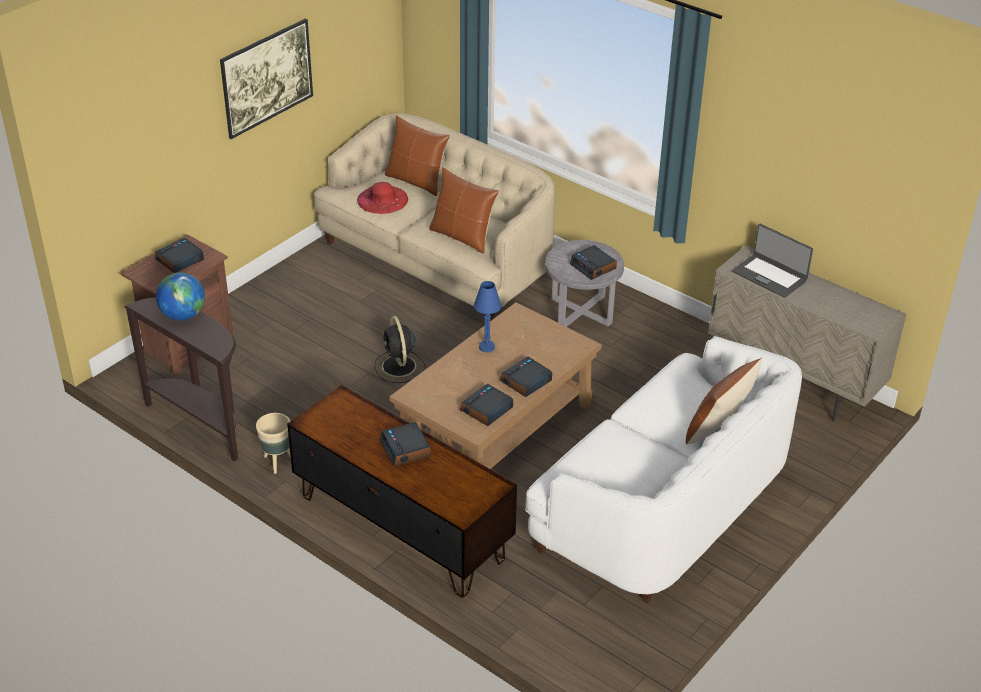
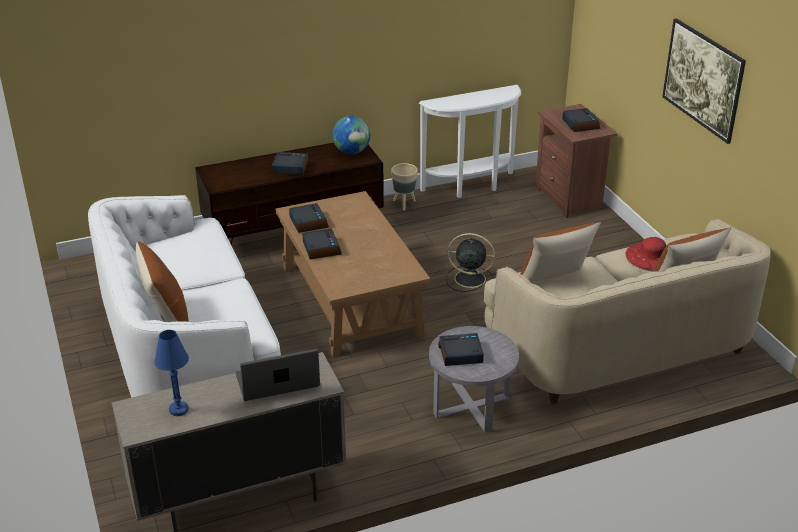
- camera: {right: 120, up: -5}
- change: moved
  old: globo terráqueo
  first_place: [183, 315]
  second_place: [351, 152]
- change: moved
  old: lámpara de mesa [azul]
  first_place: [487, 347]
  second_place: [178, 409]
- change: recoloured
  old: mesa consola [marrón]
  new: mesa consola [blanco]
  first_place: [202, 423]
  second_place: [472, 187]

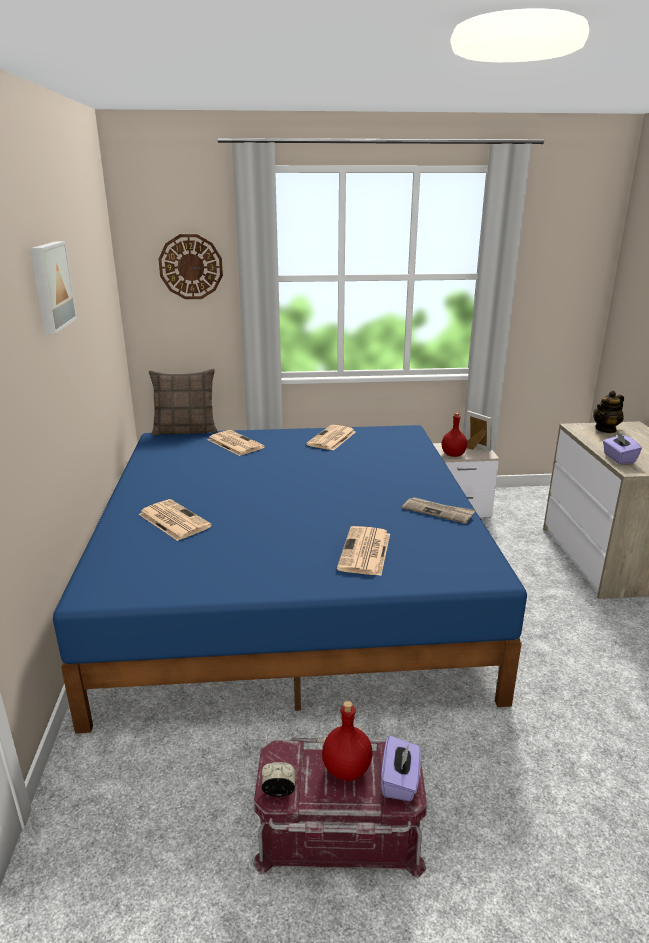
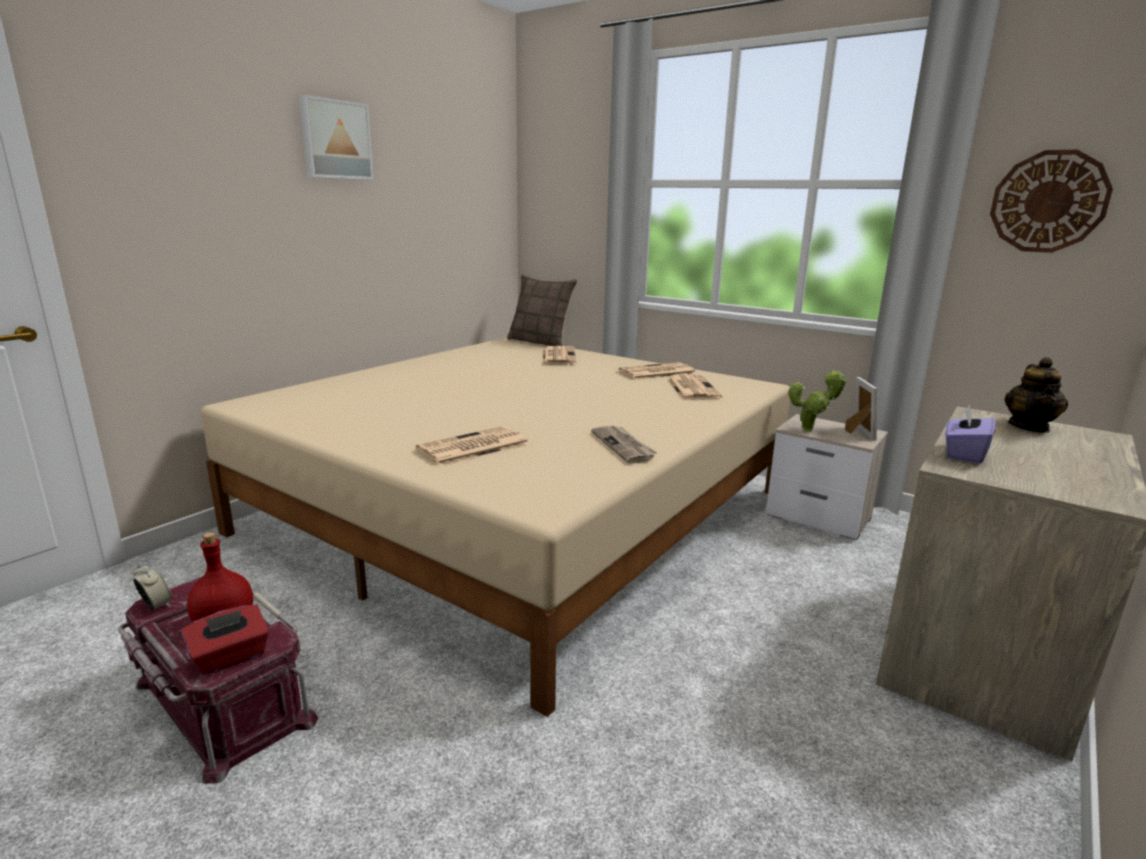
- camera: {right: 40, up: -5}
- change: moved
  old: periódico
  first_place: [173, 520]
  second_place: [691, 388]
- change: moved
  old: reloj de pared
  first_place: [191, 267]
  second_place: [1048, 202]
- change: replaced
  old: botella [rojo]
  new: planta en maceta
  first_place: [452, 454]
  second_place: [811, 430]
- change: recoloured
  old: cama [azul]
  new: cama [beis]
  first_place: [291, 587]
  second_place: [521, 512]
- change: recoloured
  old: caja de pañuelos [morado]
  new: caja de pañuelos [rojo]
  first_place: [400, 781]
  second_place: [230, 657]
- change: turned
  old: tetera
  first_place: [606, 429]
  second_place: [1029, 427]
  degrees: -75

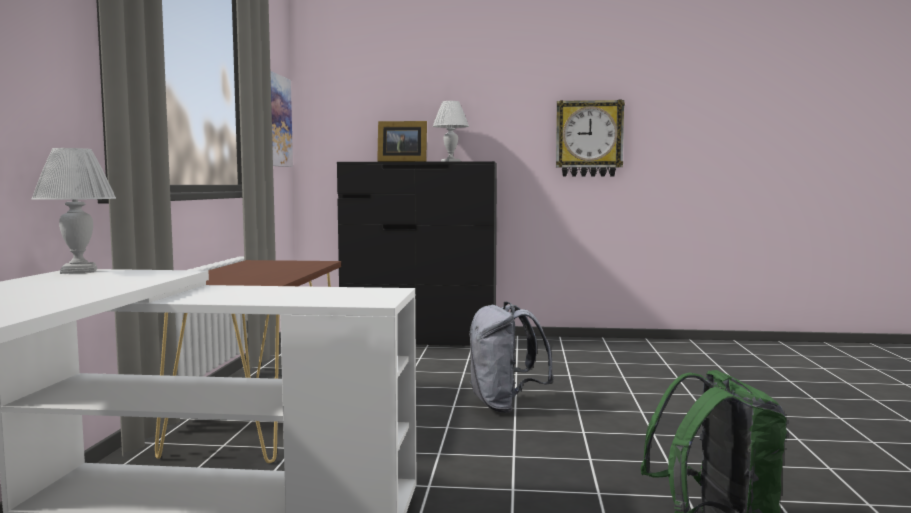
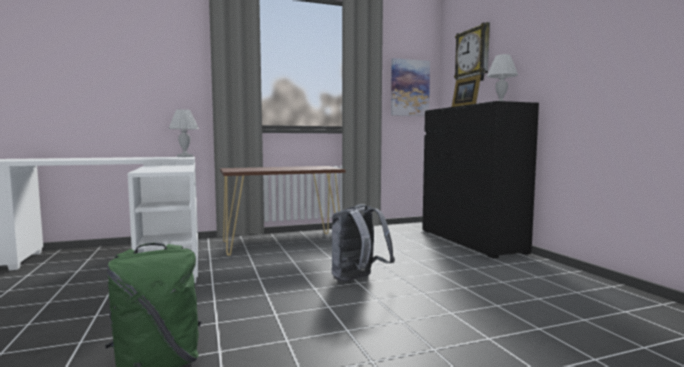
- camera: {right: 65, up: 0}
- change: moved
  old: reloj de pared
  first_place: [589, 139]
  second_place: [473, 56]

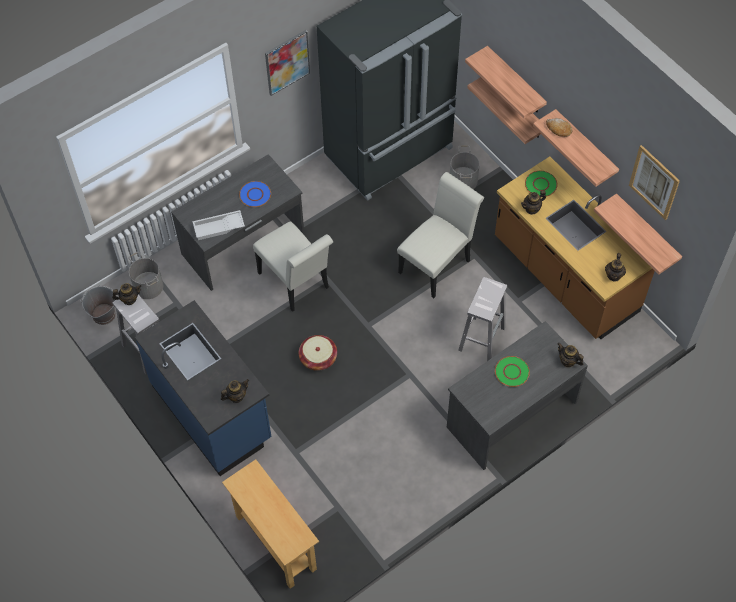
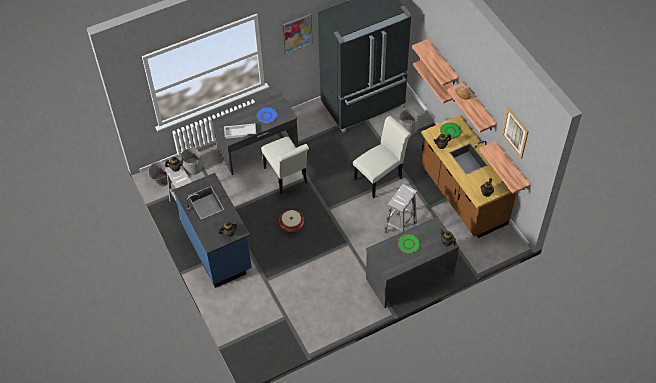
- camera: {right: 10, up: -5}
- change: removed
  old: mesa consola [beis]
  first_place: [276, 542]

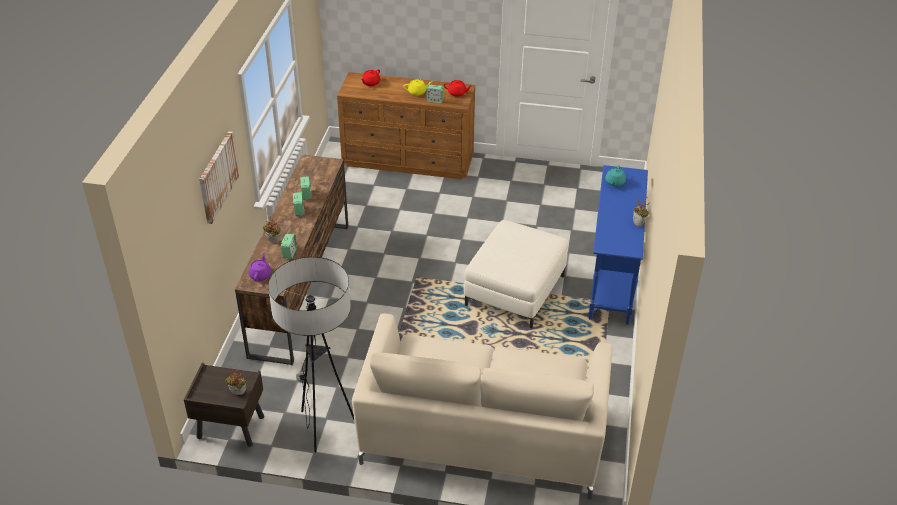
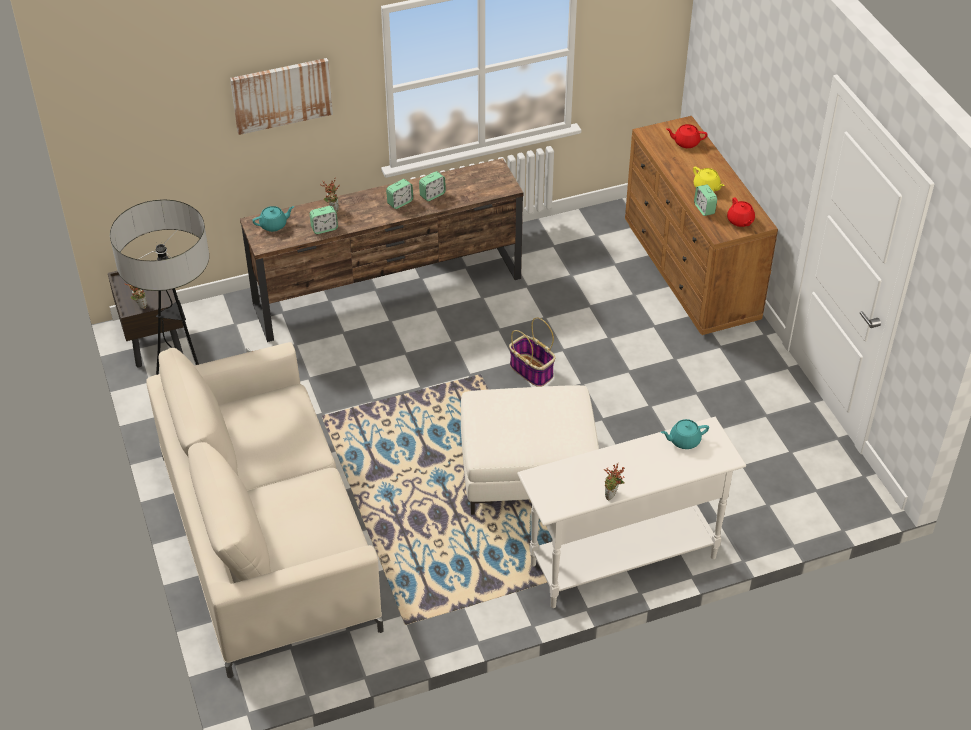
- camera: {right: 60, up: 5}
- change: added
  new: cesta
  second_place: [532, 371]
- change: recoloured
  old: tetera [morado]
  new: tetera [turquesa]
  first_place: [260, 275]
  second_place: [274, 225]
- change: recoloured
  old: mesa consola [azul]
  new: mesa consola [blanco]
  first_place: [611, 282]
  second_place: [622, 560]

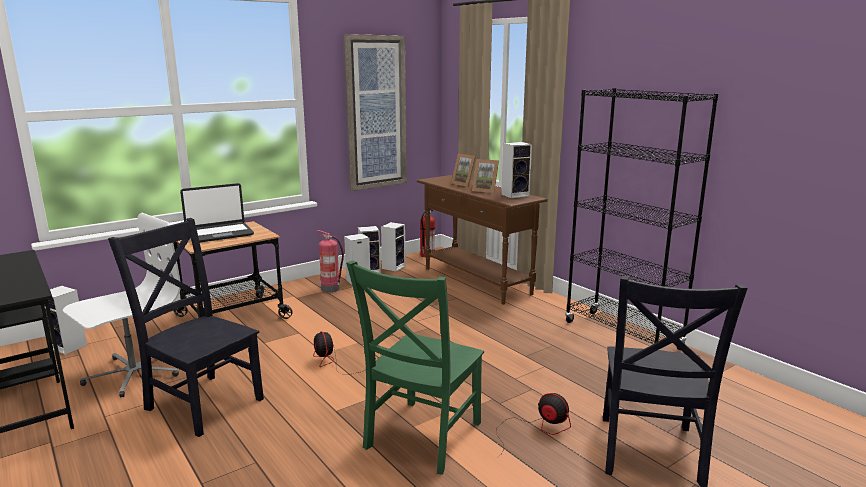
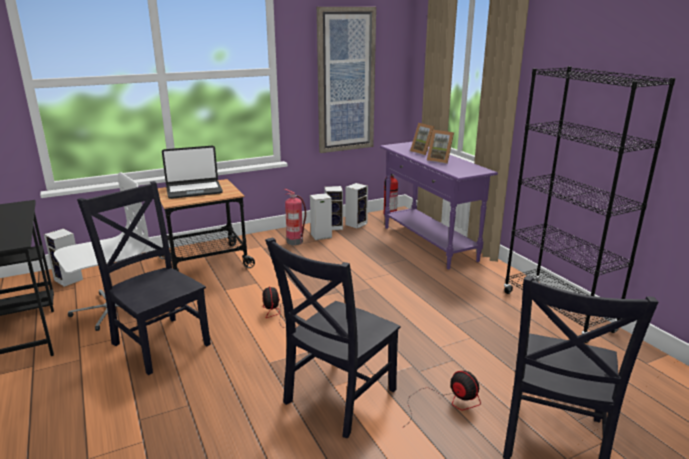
- camera: {right: 10, up: 5}
- change: removed
  old: altavoz
  first_place: [516, 195]
- change: recoloured
  old: silla [verde]
  new: silla [negro]
  first_place: [420, 438]
  second_place: [337, 398]
- change: recoloured
  old: mesa consola [marrón]
  new: mesa consola [morado]
  first_place: [476, 281]
  second_place: [429, 244]

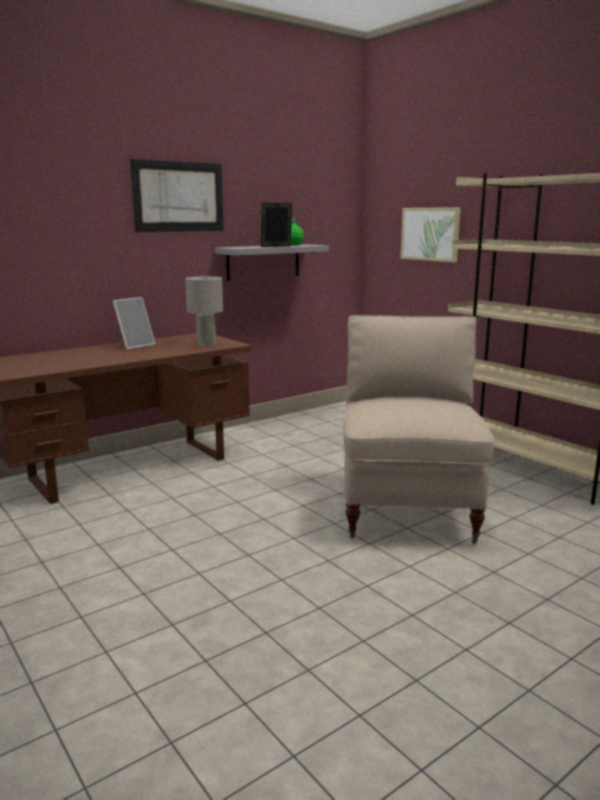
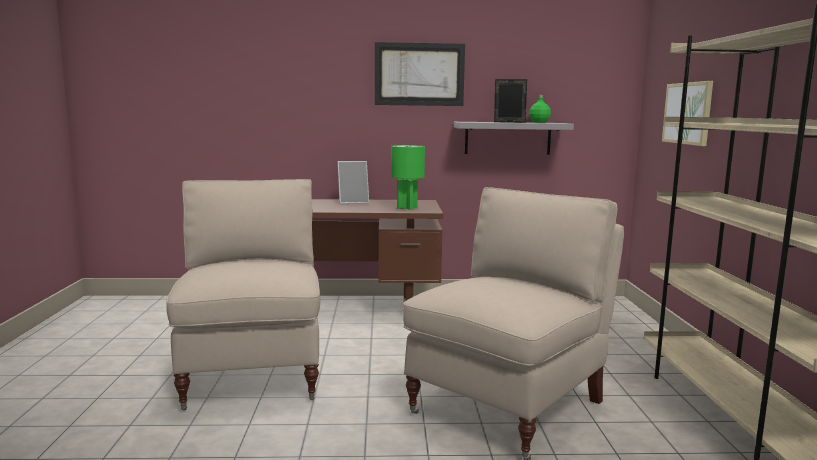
- camera: {right: 35, up: -5}
- change: added
  new: silla [beis]
  second_place: [253, 374]
- change: recoloured
  old: lámpara de mesa [gris]
  new: lámpara de mesa [verde]
  first_place: [206, 344]
  second_place: [407, 208]

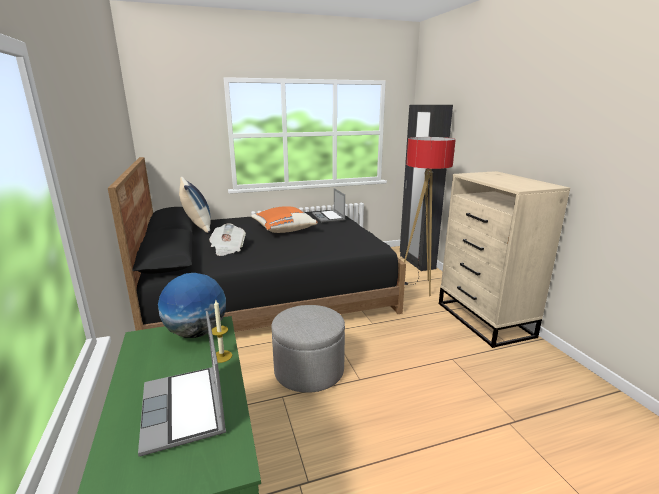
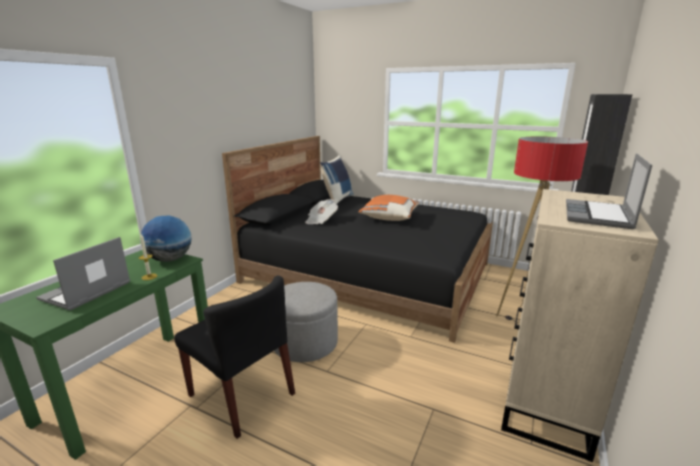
- camera: {right: 45, up: 0}
- change: added
  new: silla [negro]
  second_place: [242, 395]
- change: moved
  old: portátil
  first_place: [329, 217]
  second_place: [598, 216]

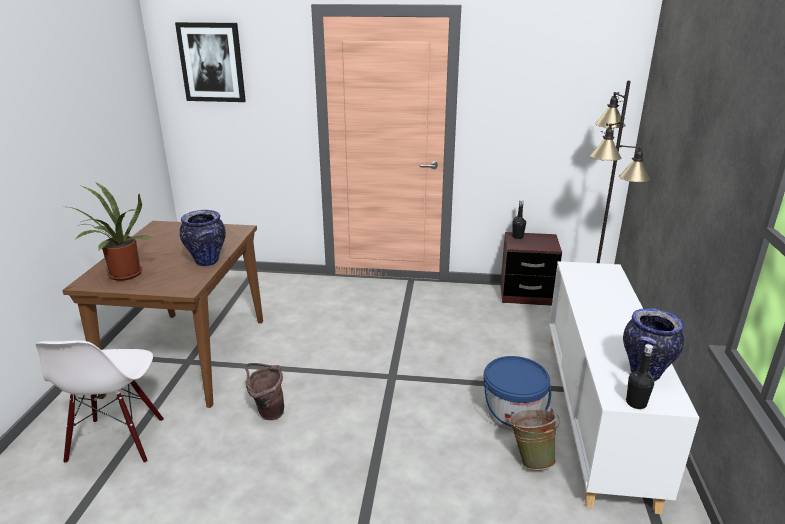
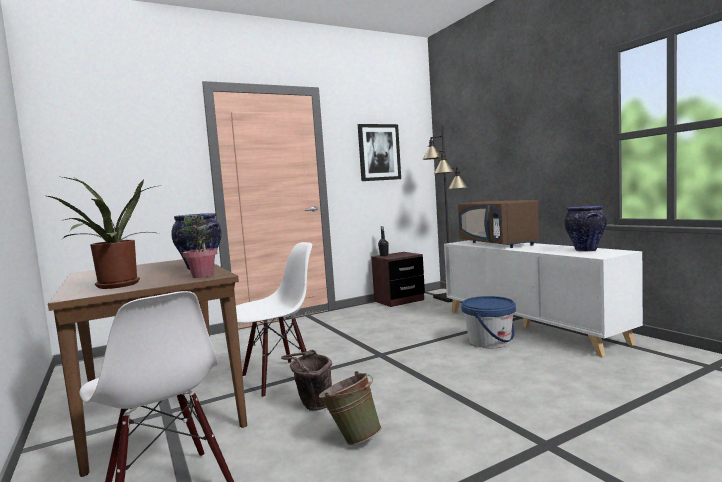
- camera: {right: -35, up: -20}
- change: removed
  old: botella [negro]
  first_place: [636, 403]
- change: added
  new: planta en maceta
  second_place: [202, 276]
- change: added
  new: silla [blanco]
  second_place: [278, 378]
- change: added
  new: microondas [marrón]
  second_place: [498, 244]
- change: moved
  old: cuadro
  first_place: [212, 62]
  second_place: [379, 152]
- change: moved
  old: cubo [verde]
  first_place: [530, 458]
  second_place: [352, 438]

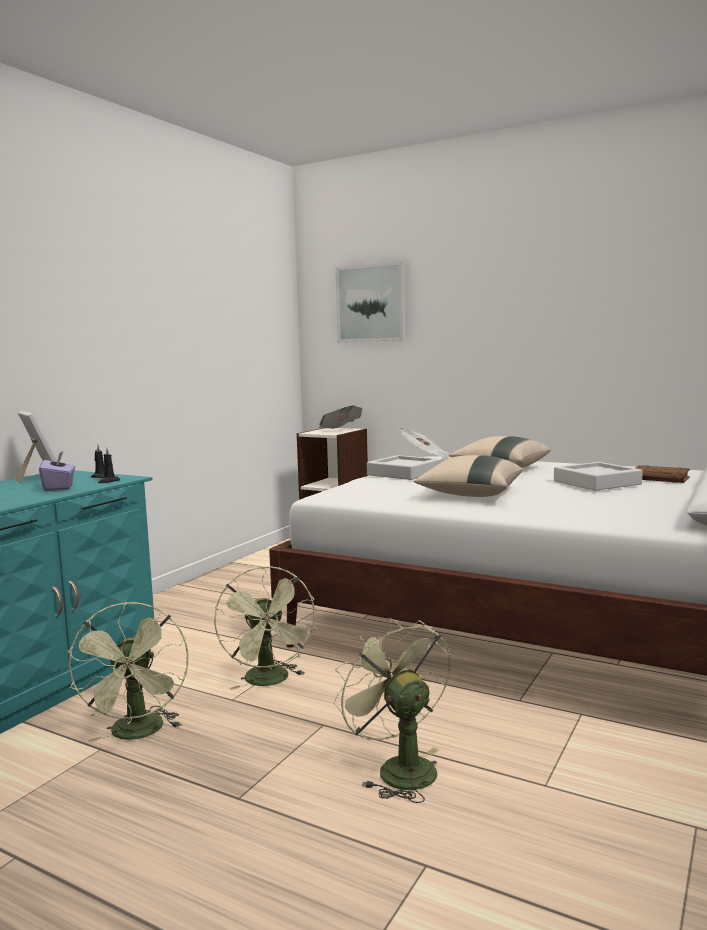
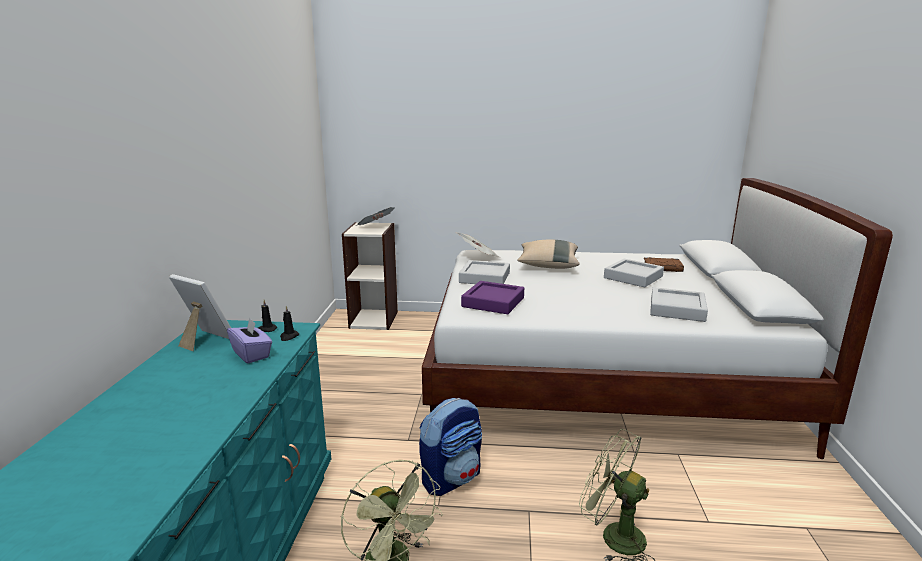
- camera: {right: -25, up: 10}
- change: removed
  old: cuadro
  first_place: [371, 303]
- change: removed
  old: cojín [beis]
  first_place: [469, 494]
- change: added
  new: bandeja [morado]
  second_place: [493, 302]
- change: added
  new: bandeja [gris]
  second_place: [677, 309]
- change: replaced
  old: ventilador [verde]
  new: mochila
  first_place: [270, 681]
  second_place: [451, 478]

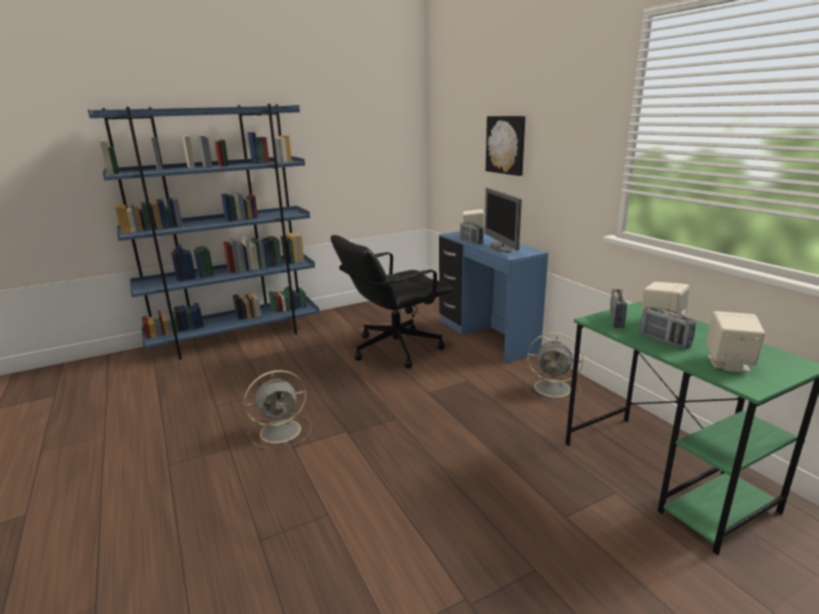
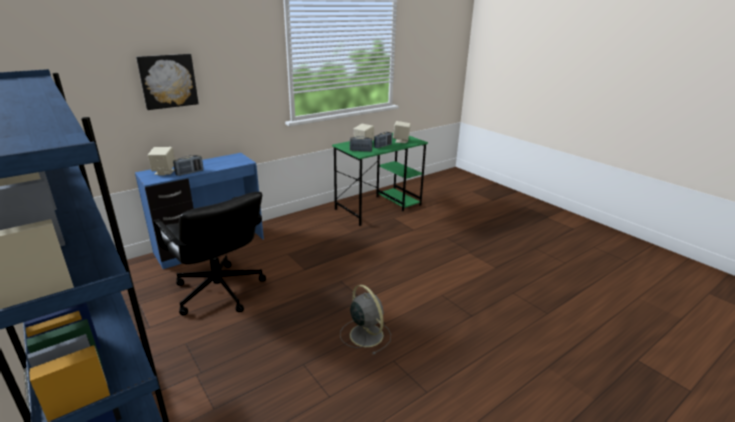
- camera: {right: -100, up: 5}
- change: removed
  old: monitor
  first_place: [501, 248]
- change: removed
  old: ventilador [gris]
  first_place: [554, 388]

